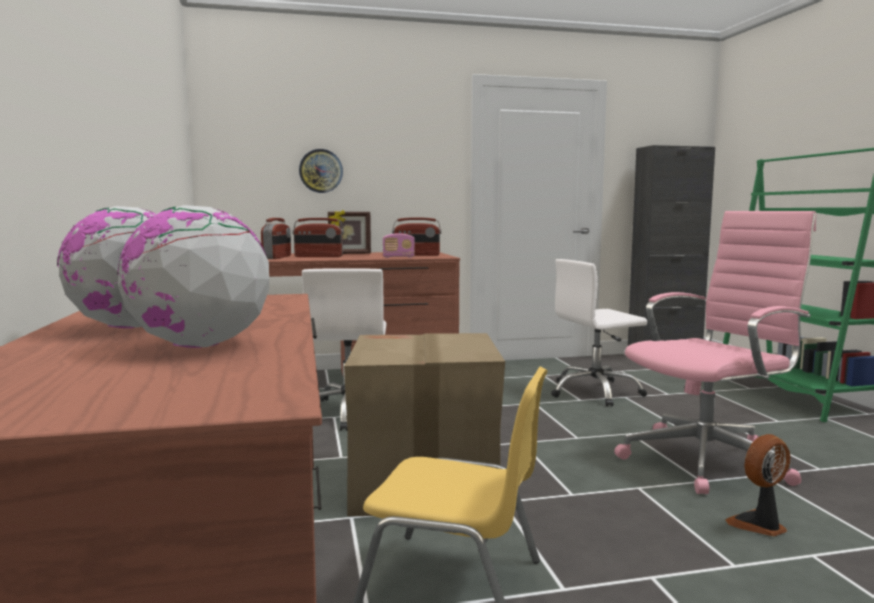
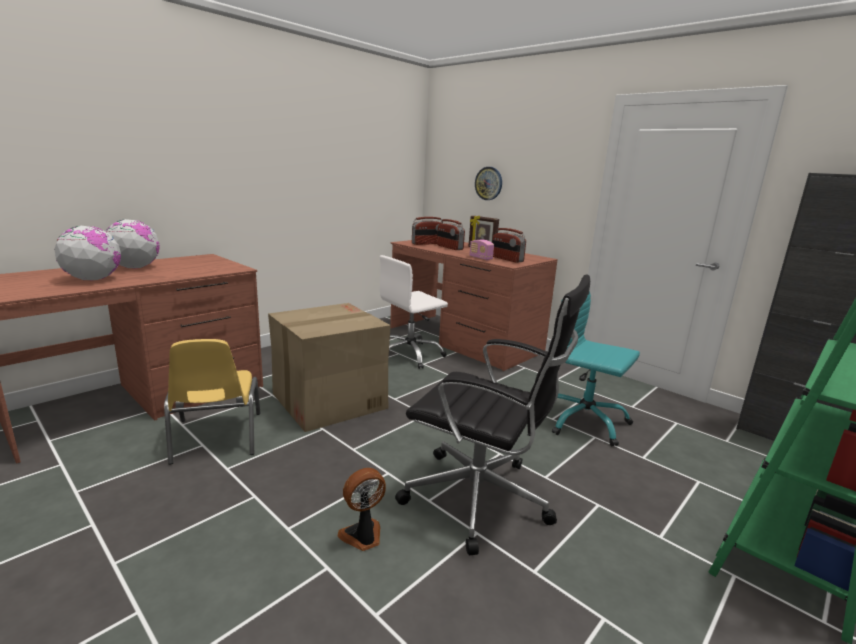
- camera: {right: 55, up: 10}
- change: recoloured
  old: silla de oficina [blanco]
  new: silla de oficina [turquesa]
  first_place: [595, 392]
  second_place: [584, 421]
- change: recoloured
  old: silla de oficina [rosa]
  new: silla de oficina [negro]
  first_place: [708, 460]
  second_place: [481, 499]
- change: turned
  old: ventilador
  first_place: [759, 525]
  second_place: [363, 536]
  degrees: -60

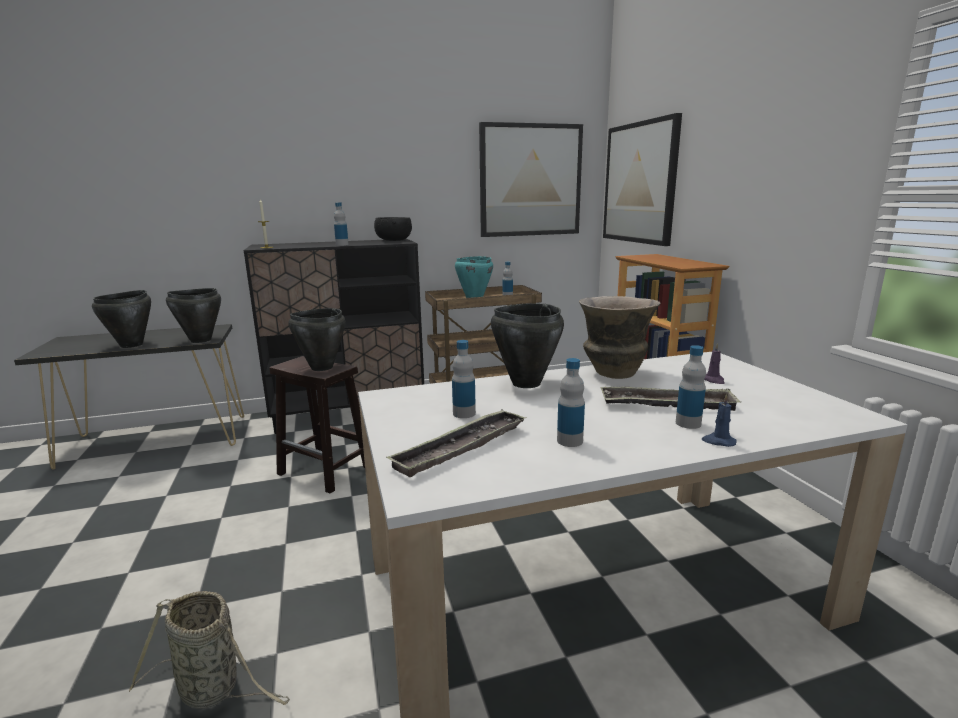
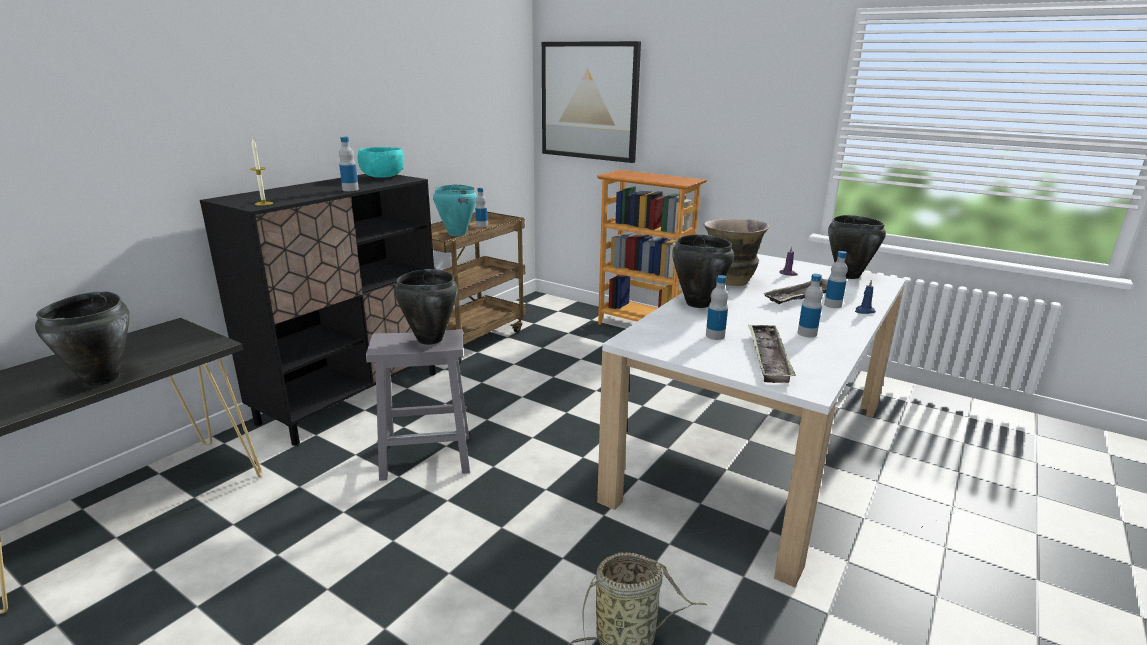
- camera: {right: -40, up: 5}
- change: removed
  old: cuadro
  first_place: [530, 181]
- change: moved
  old: olla [negro]
  first_place: [200, 340]
  second_place: [847, 275]
- change: recoloured
  old: taburete [marrón]
  new: taburete [gris]
  first_place: [326, 470]
  second_place: [428, 456]
- change: recoloured
  old: cuenco [negro]
  new: cuenco [turquesa]
  first_place: [393, 240]
  second_place: [382, 177]

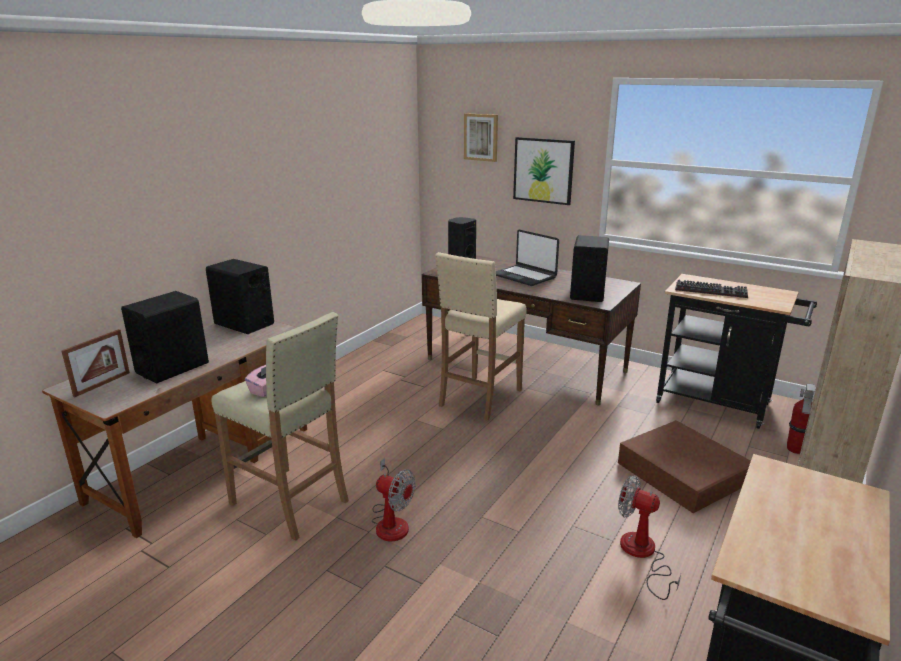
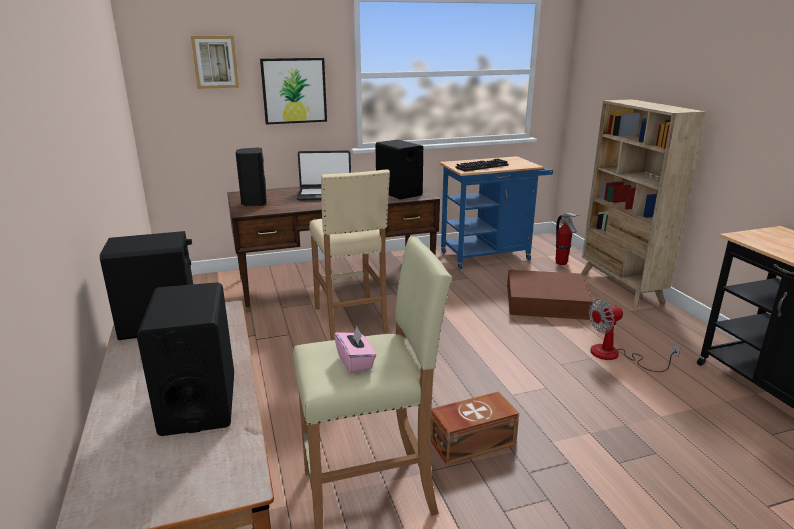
- camera: {right: -50, up: 0}
- change: removed
  old: portarretratos
  first_place: [102, 384]
- change: replaced
  old: ventilador
  new: caja de almacenaje [marrón]
  first_place: [391, 521]
  second_place: [471, 441]
- change: recoloured
  old: carrito [negro]
  new: carrito [azul]
  first_place: [720, 404]
  second_place: [490, 255]

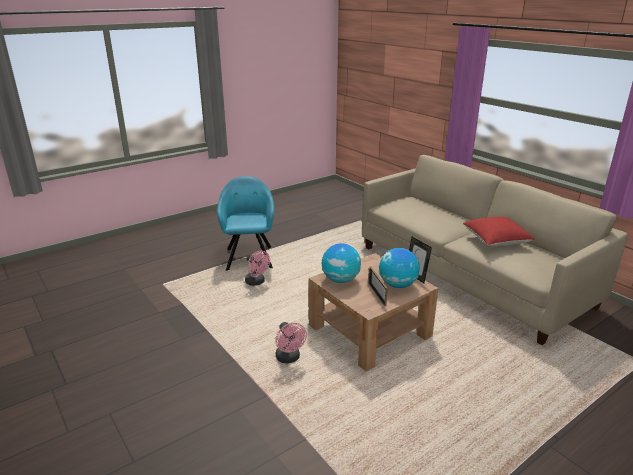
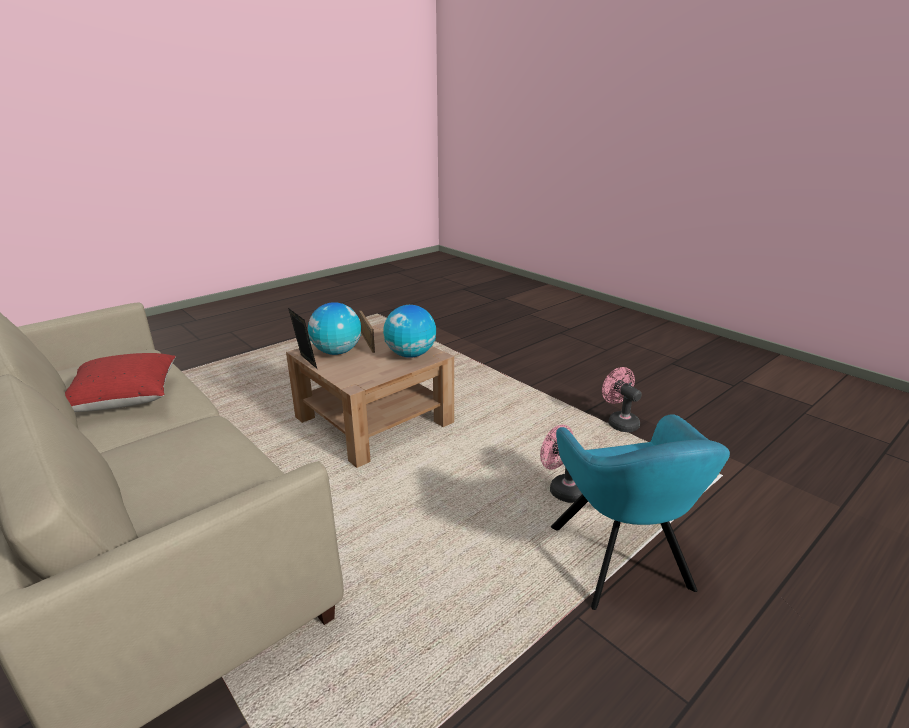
- camera: {right: 175, up: 0}
- change: moved
  old: ventilador [rosa]
  first_place: [289, 358]
  second_place: [619, 422]

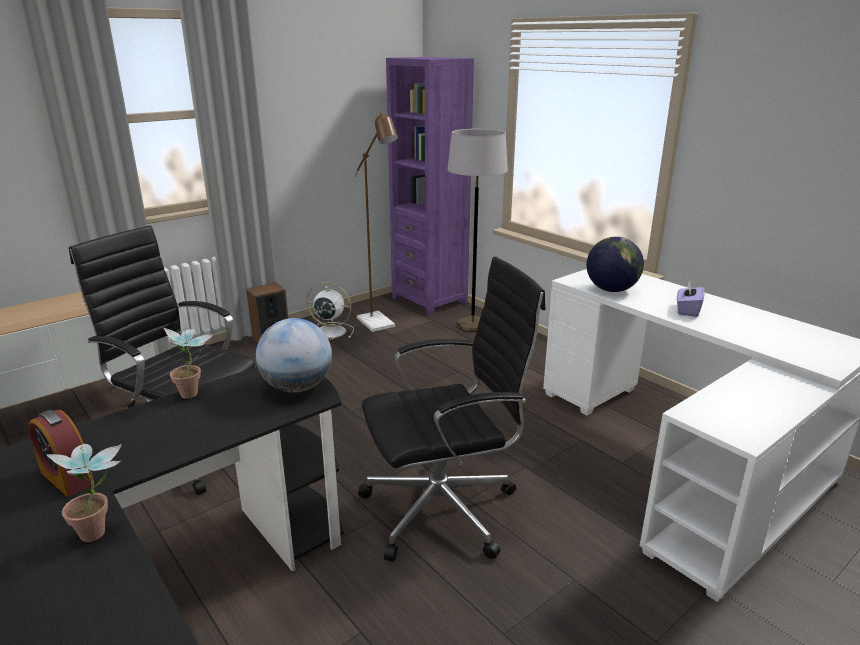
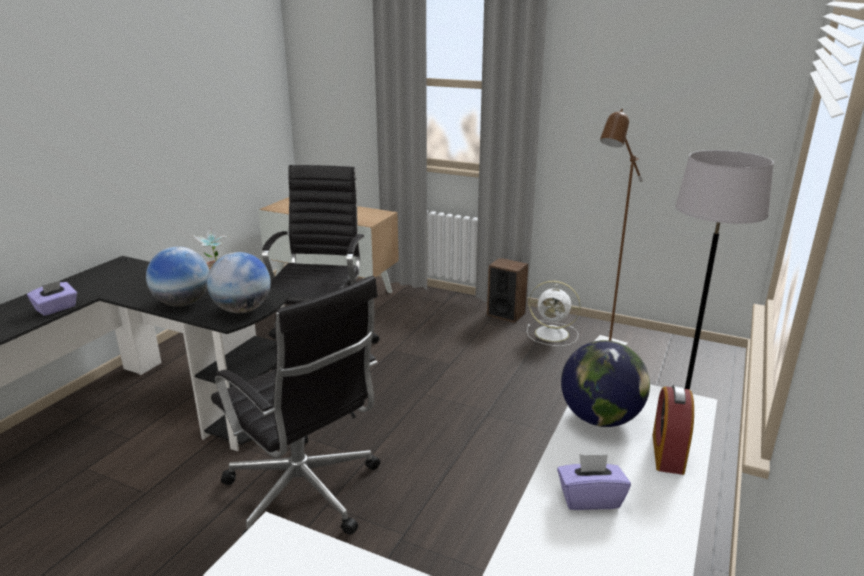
- camera: {right: 65, up: 0}
- change: removed
  old: estantería [morado]
  first_place: [429, 300]
- change: added
  new: globo terráqueo
  second_place: [183, 303]
- change: moved
  old: despertador
  first_place: [67, 478]
  second_place: [667, 453]
- change: replaced
  old: planta en maceta
  new: caja de pañuelos [morado]
  first_place: [102, 532]
  second_place: [56, 309]
- change: turned
  old: ventilador [blanco]
  first_place: [329, 331]
  second_place: [553, 334]
  degrees: 120

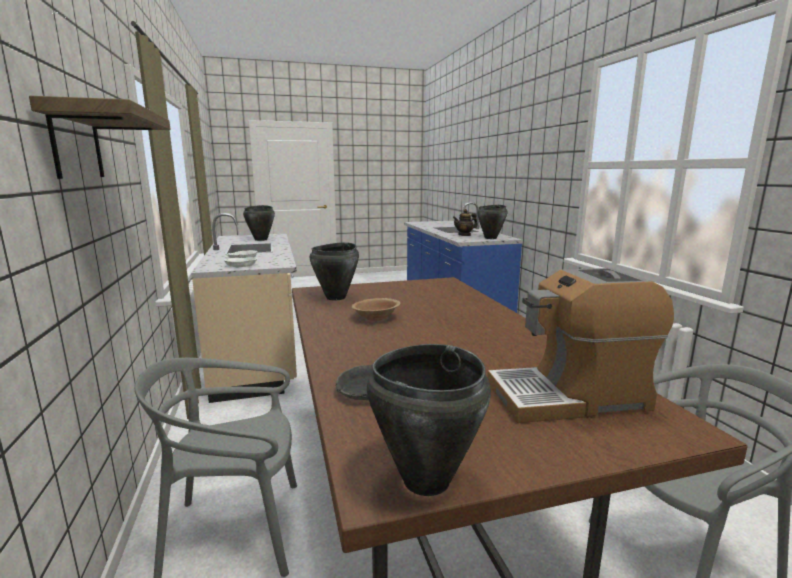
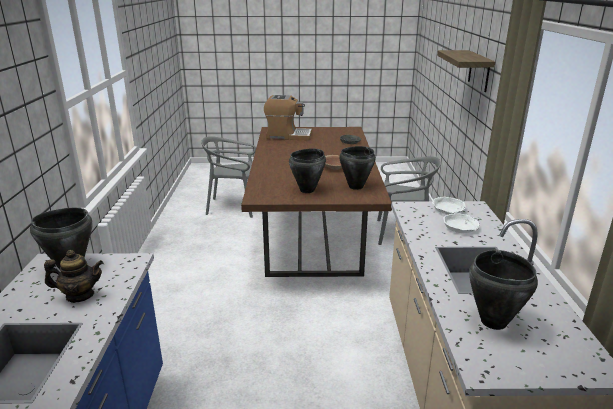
- camera: {right: -165, up: 10}
- change: moved
  old: olla [negro]
  first_place: [425, 480]
  second_place: [307, 190]

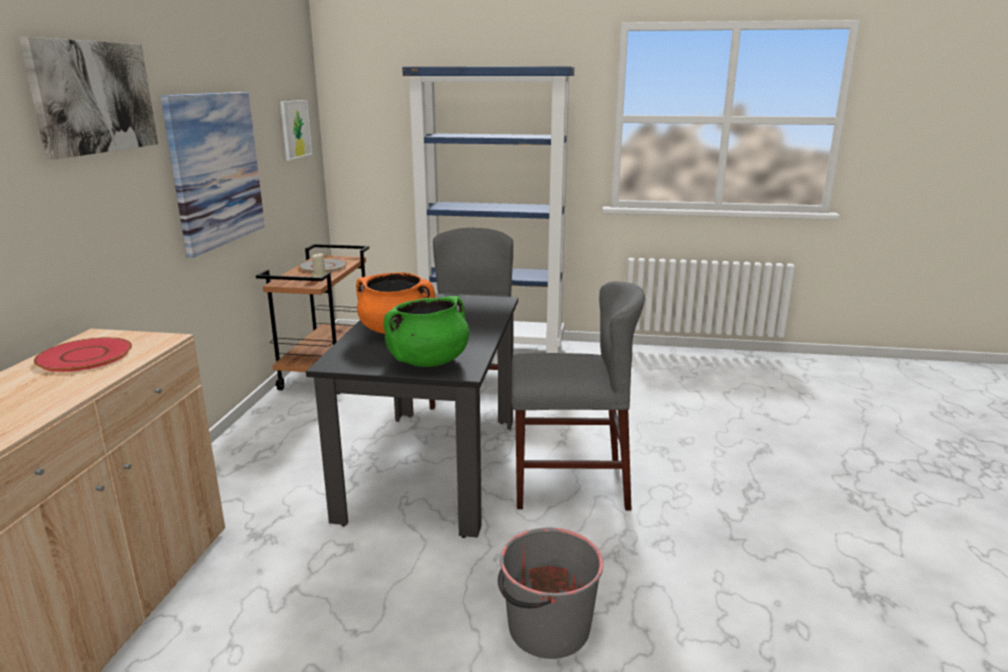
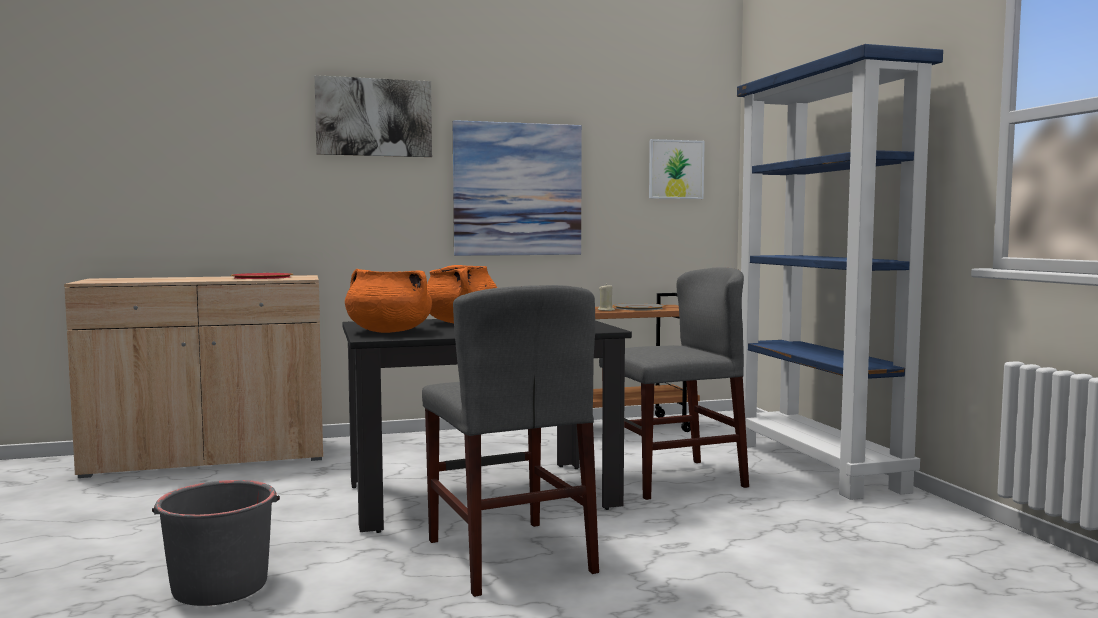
- camera: {right: 65, up: -15}
- change: recoloured
  old: olla [verde]
  new: olla [naranja]
  first_place: [428, 361]
  second_place: [388, 332]

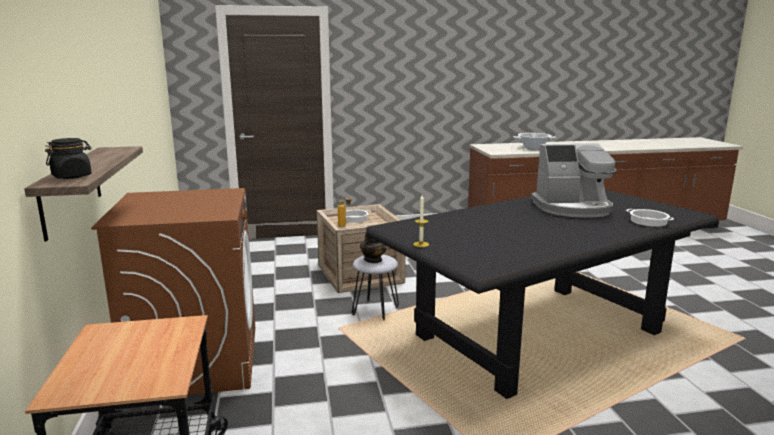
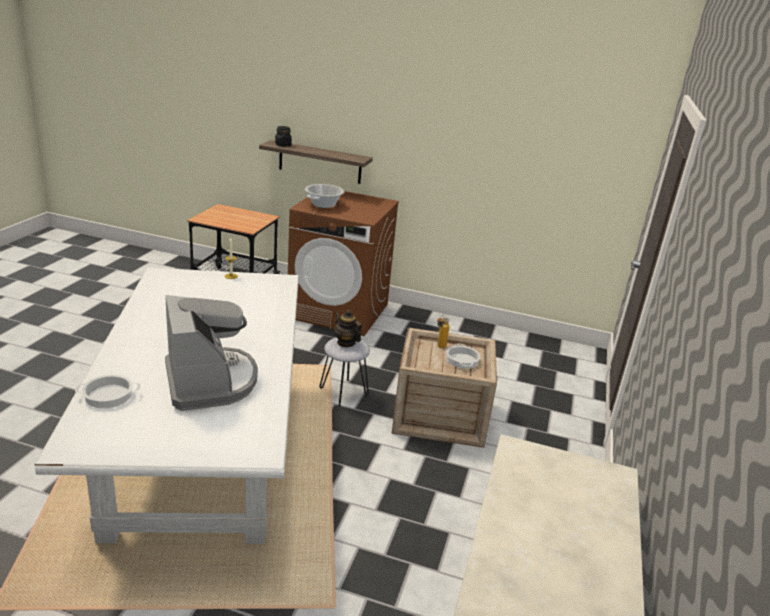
- camera: {right: 115, up: 10}
- change: moved
  old: olla
  first_place: [533, 148]
  second_place: [323, 204]
- change: recoloured
  old: mesa de comedor [negro]
  new: mesa de comedor [blanco]
  first_place: [538, 334]
  second_place: [202, 455]
- change: turned
  old: cafetera
  first_place: [573, 208]
  second_place: [210, 381]
  degrees: 135

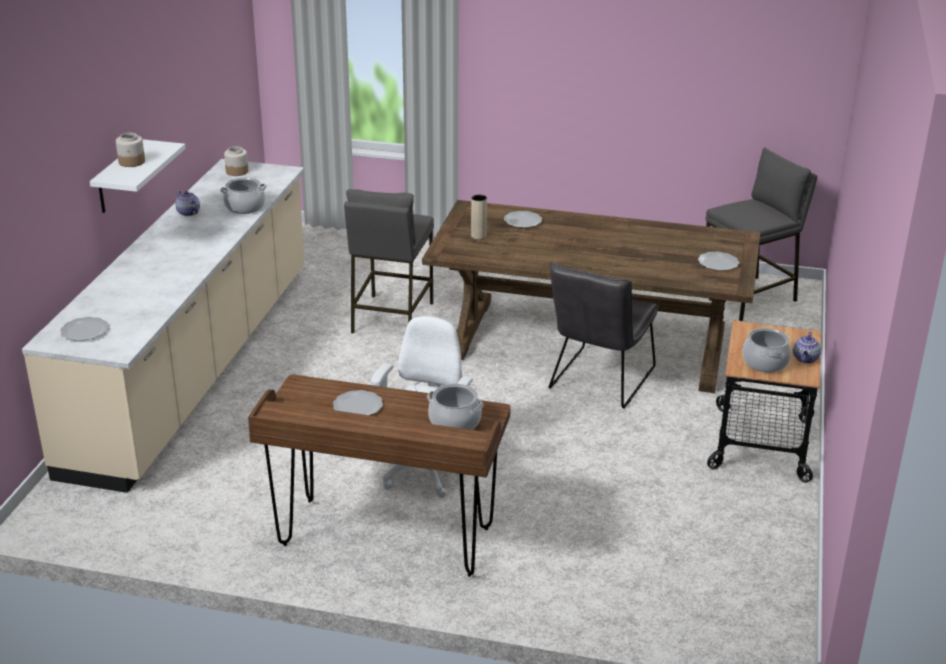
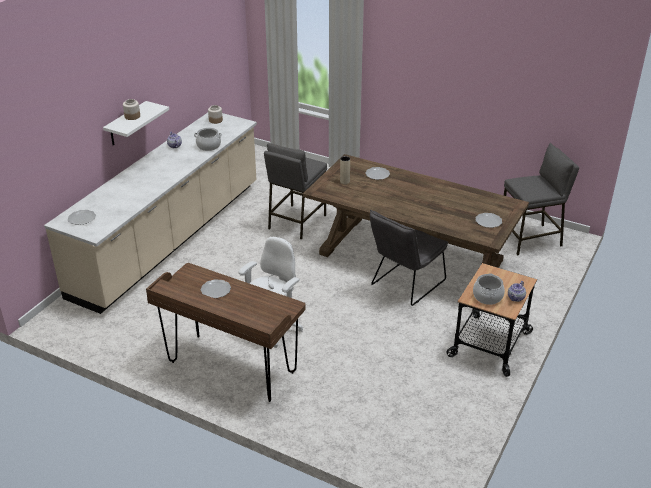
- camera: {right: 15, up: 5}
- change: removed
  old: olla
  first_place: [454, 423]

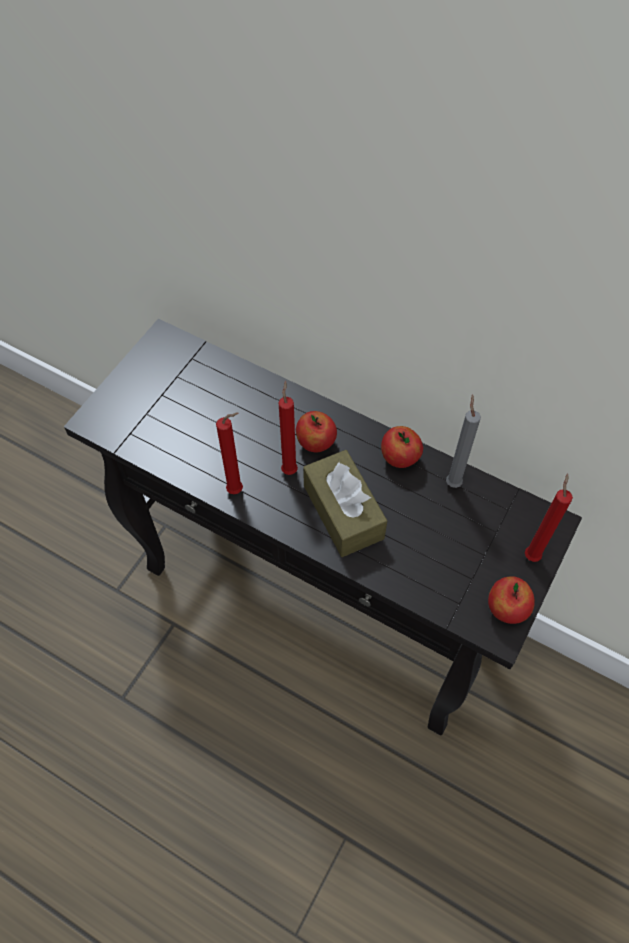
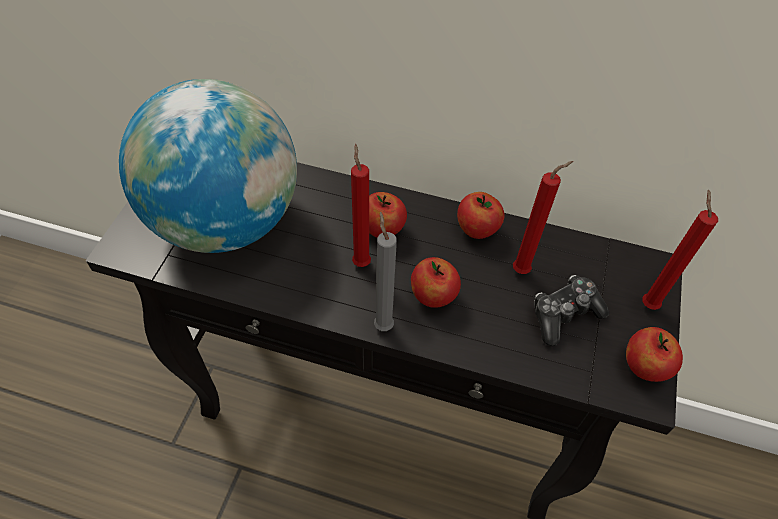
- camera: {right: -15, up: -5}
- change: added
  new: globo terráqueo
  second_place: [226, 221]
- change: added
  new: mando de consola
  second_place: [564, 314]
- change: moved
  old: vela [rojo]
  first_place: [237, 490]
  second_place: [523, 270]
- change: moved
  old: vela [gris]
  first_place: [453, 481]
  second_place: [383, 323]
- change: replaced
  old: caja de pañuelos [marrón]
  new: manzana
  first_place: [343, 512]
  second_place: [433, 296]

